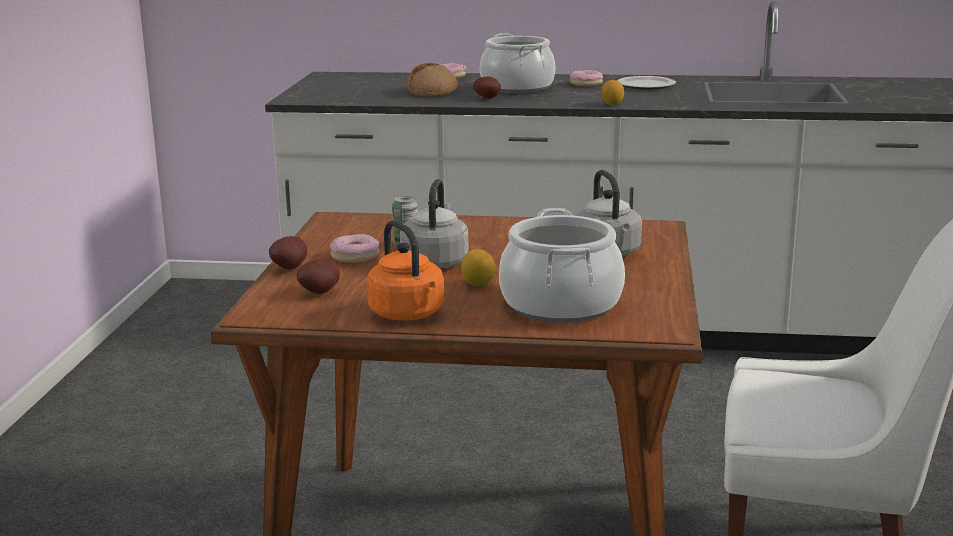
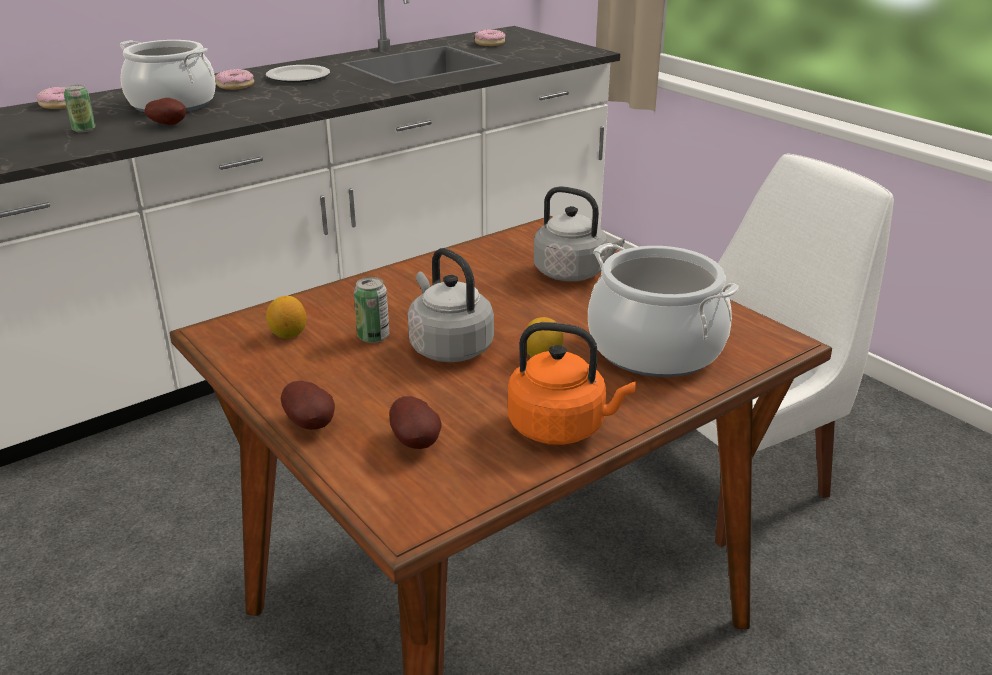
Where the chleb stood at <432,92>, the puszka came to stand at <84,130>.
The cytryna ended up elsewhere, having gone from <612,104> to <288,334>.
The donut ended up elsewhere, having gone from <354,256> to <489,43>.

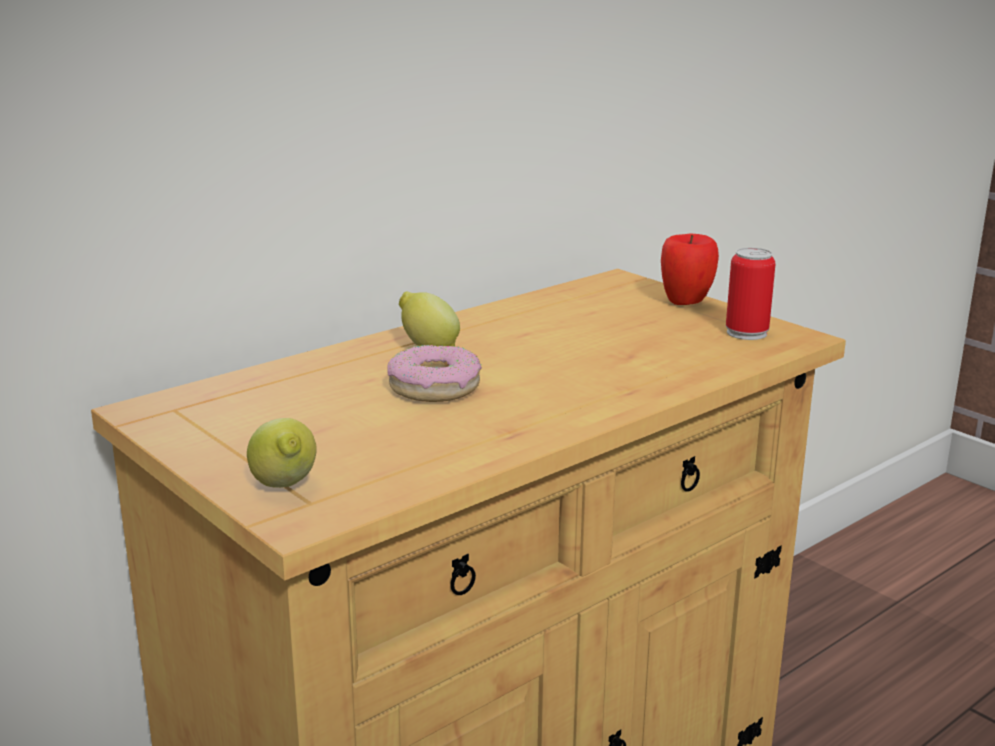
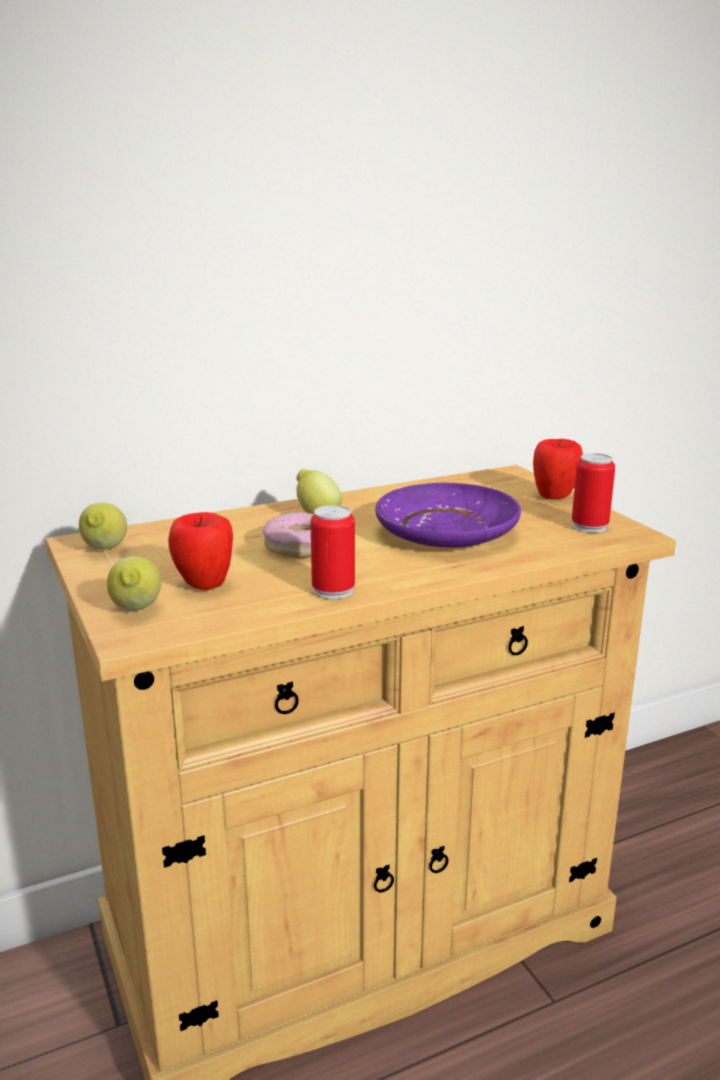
The second view gained the talerz (fioletowy) at <447,533>.
The second view gained the cytryna at <104,550>.
The second view gained the puszka at <333,590>.
The second view gained the jabłko at <204,586>.

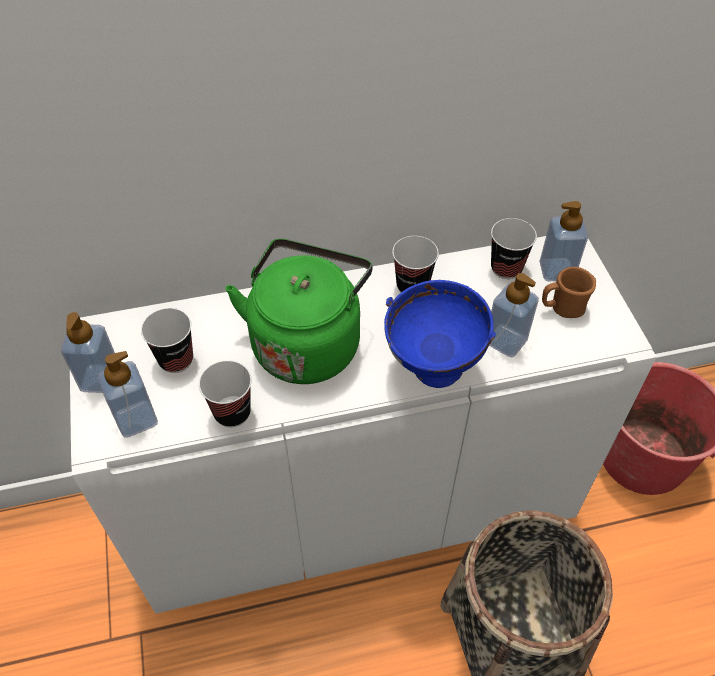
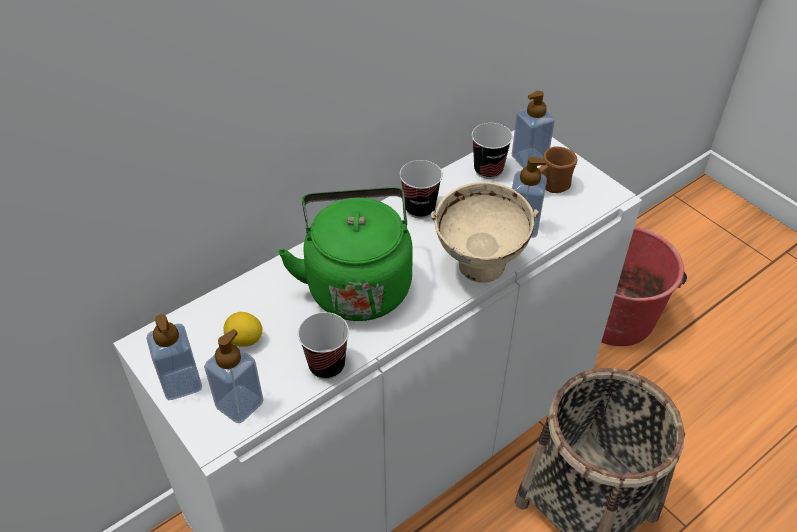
What was the miska (niebieski) at <434,372> turned into the miska (beżowy) at <480,271>.
Where the filiżanka stood at <176,359>, the cytryna came to stand at <245,340>.

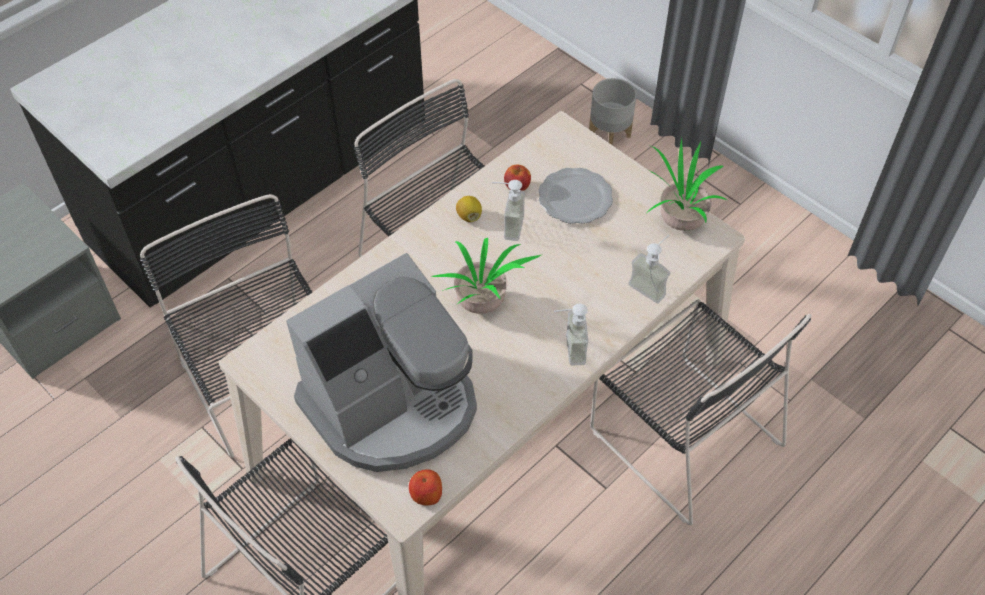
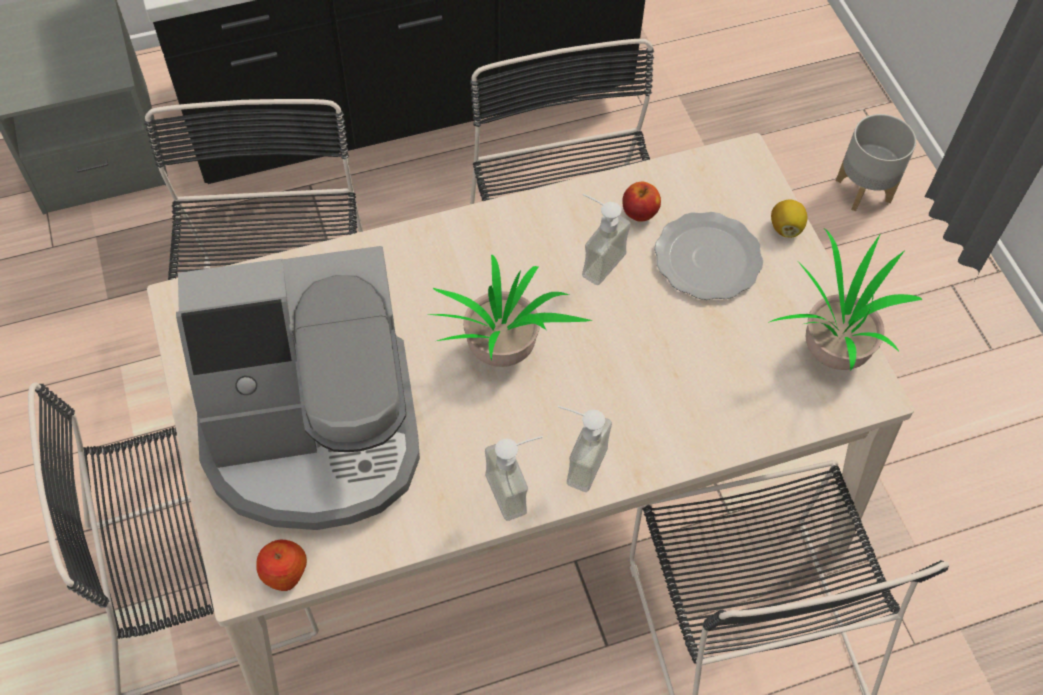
The cytryna ended up elsewhere, having gone from <469,216> to <786,228>.
The dozownik mydła ended up elsewhere, having gone from <651,285> to <517,489>.

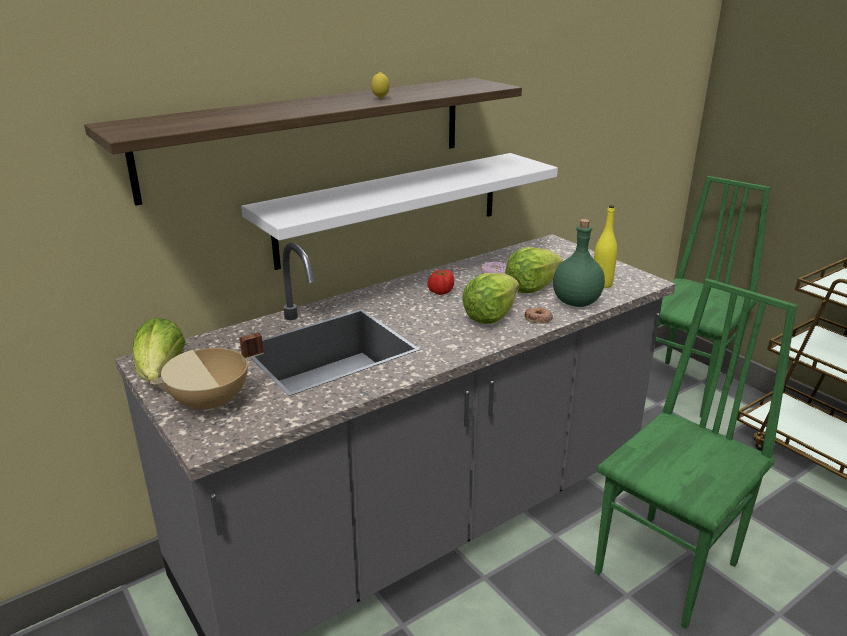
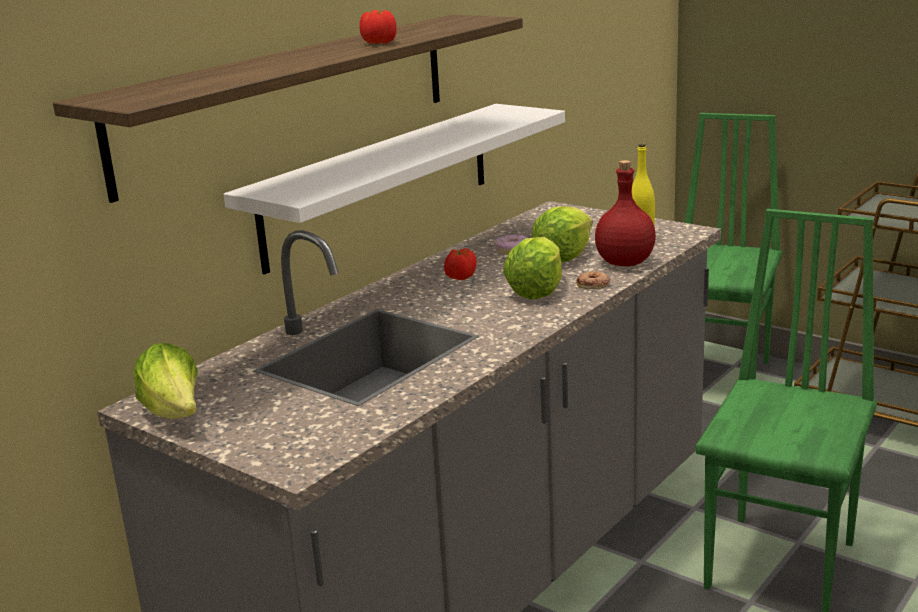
Where the cytryna stood at <380,99>, the pomidor came to stand at <379,43>.
What was the butelka (zielony) at <575,302> turned into the butelka (czerwony) at <624,262>.
The second view lost the garnek (beżowy) at <211,404>.

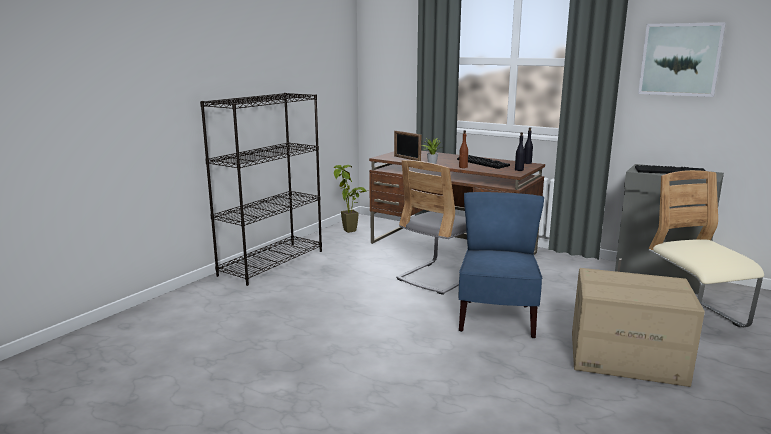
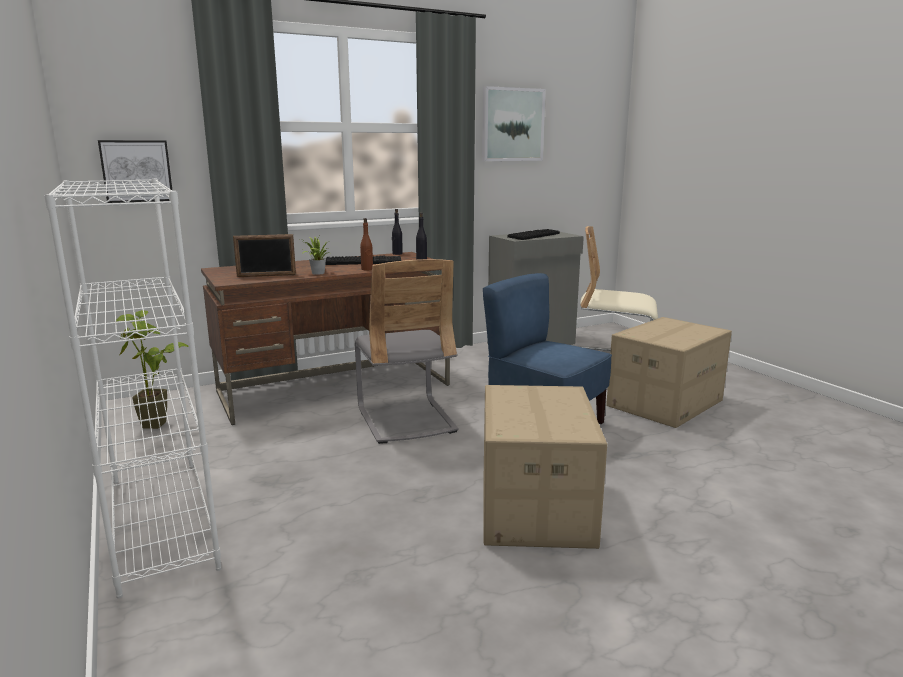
What was the regał (czarny) at <272,262> turned into the regał (biały) at <160,520>.
The second view gained the obraz at <136,171>.
The second view gained the karton at <534,506>.

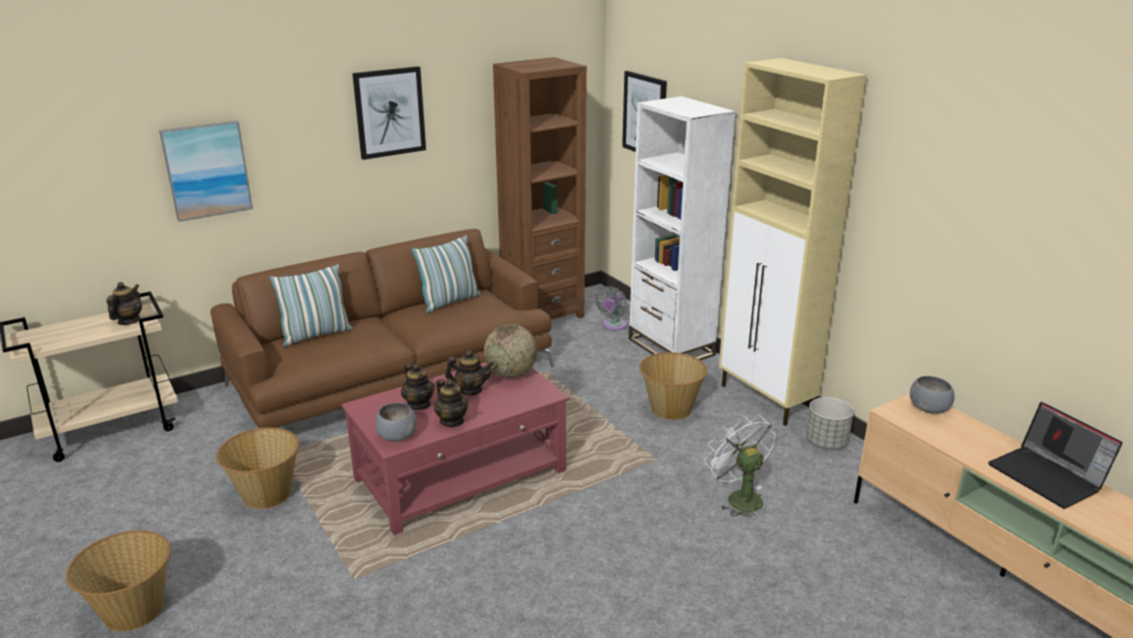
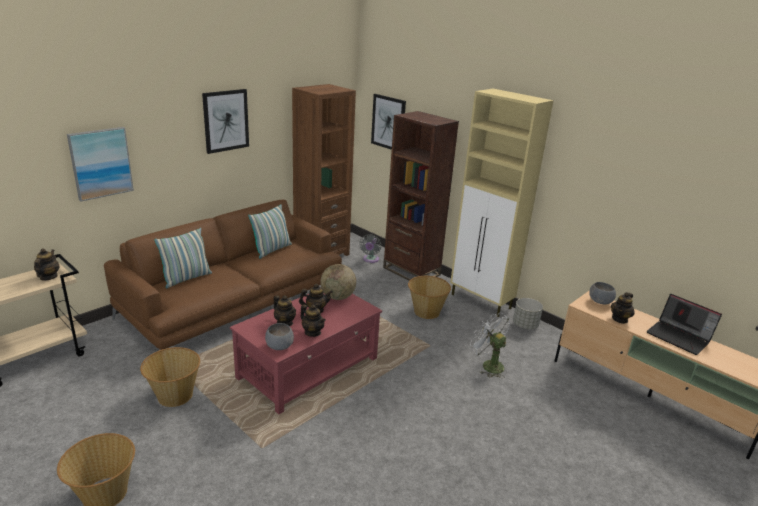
What was the regał (biały) at <671,347> turned into the regał (brązowy) at <411,271>.
The second view gained the imbryk at <620,319>.

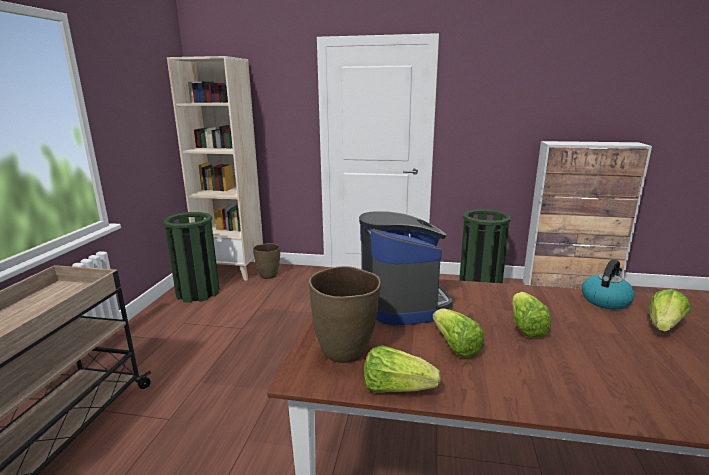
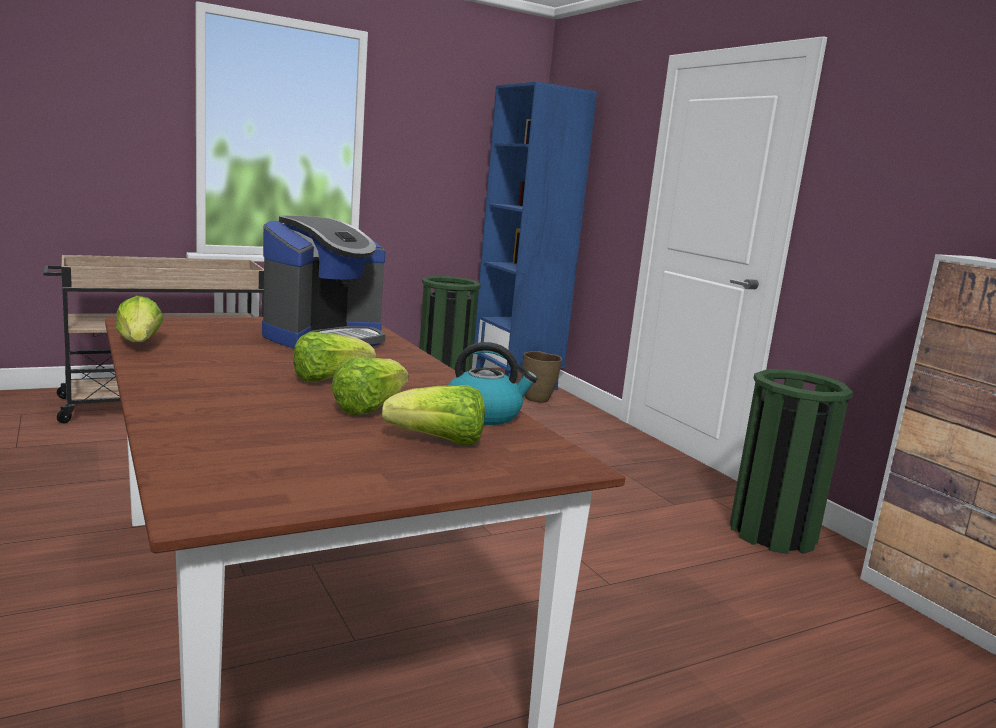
What was the regał (beżowy) at <232,270> turned into the regał (niebieski) at <516,382>.
The second view lost the wazon (brązowy) at <345,351>.
The sałata ended up elsewhere, having gone from <455,346> to <369,408>.

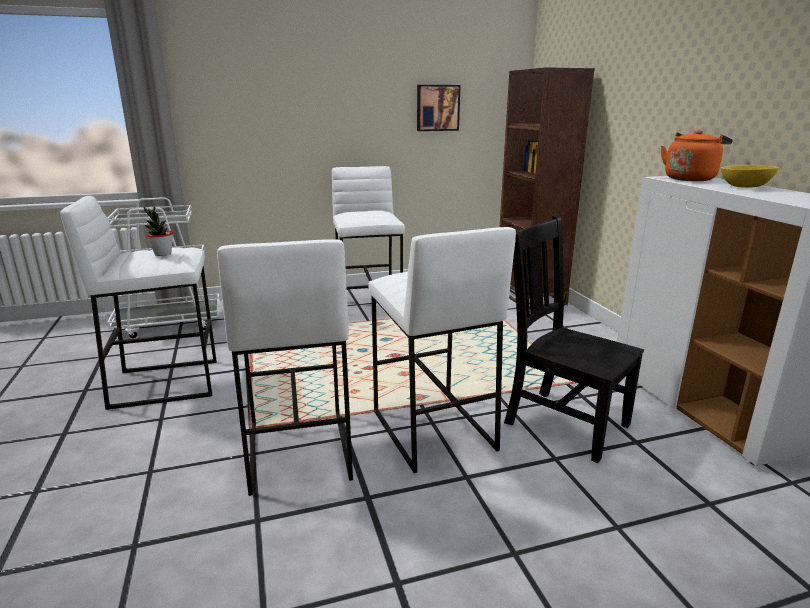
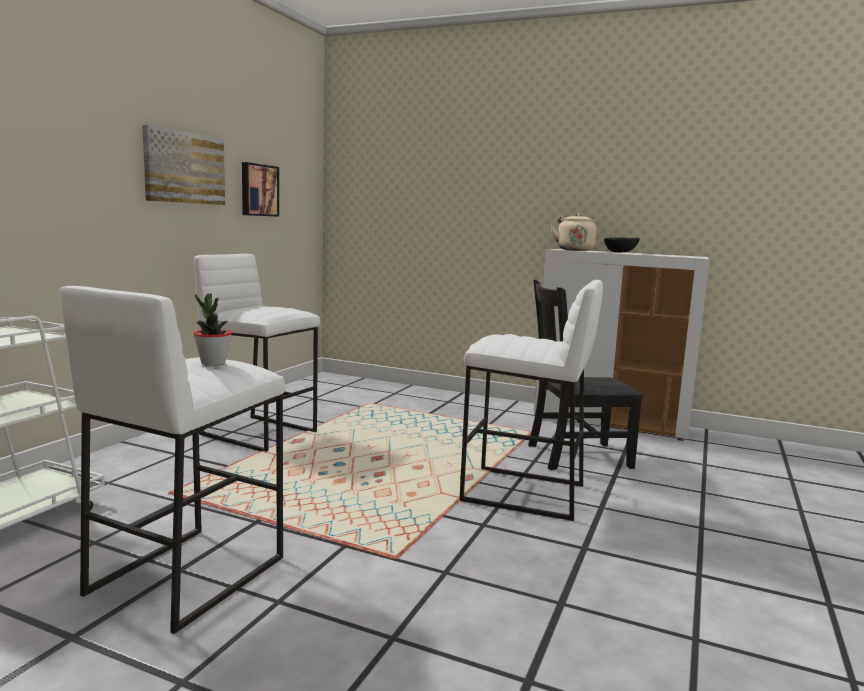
The second view lost the regał (brązowy) at <529,296>.
What was the czajnik (pomarańczowy) at <690,179> turned into the czajnik (beżowy) at <574,250>.
What was the miska (żółty) at <746,187> turned into the miska (czarny) at <620,252>.
The second view lost the stołek (biały) at <297,450>.
The second view gained the obraz at <184,168>.

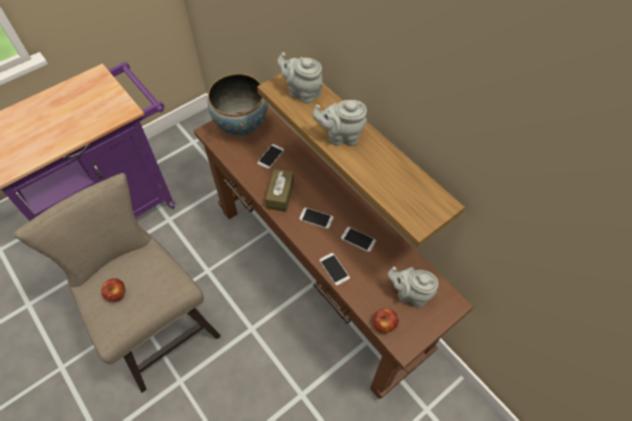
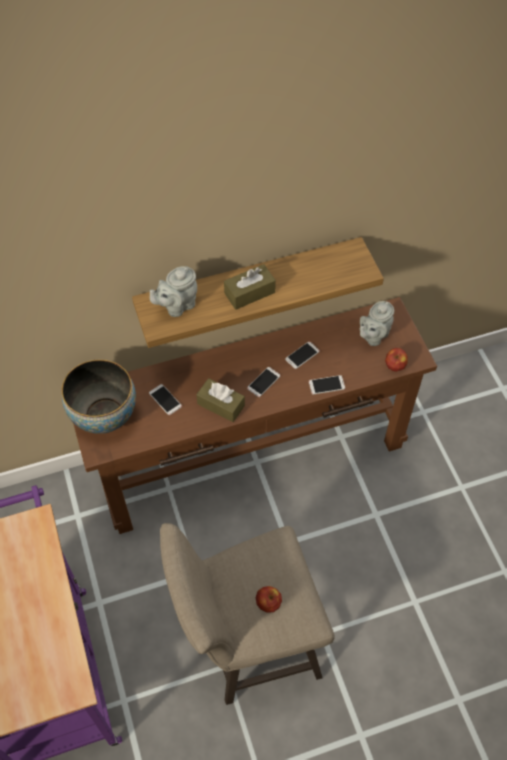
Where the imbryk (szary) stood at <341,136>, the pudełko chusteczek (brązowy) came to stand at <249,293>.

